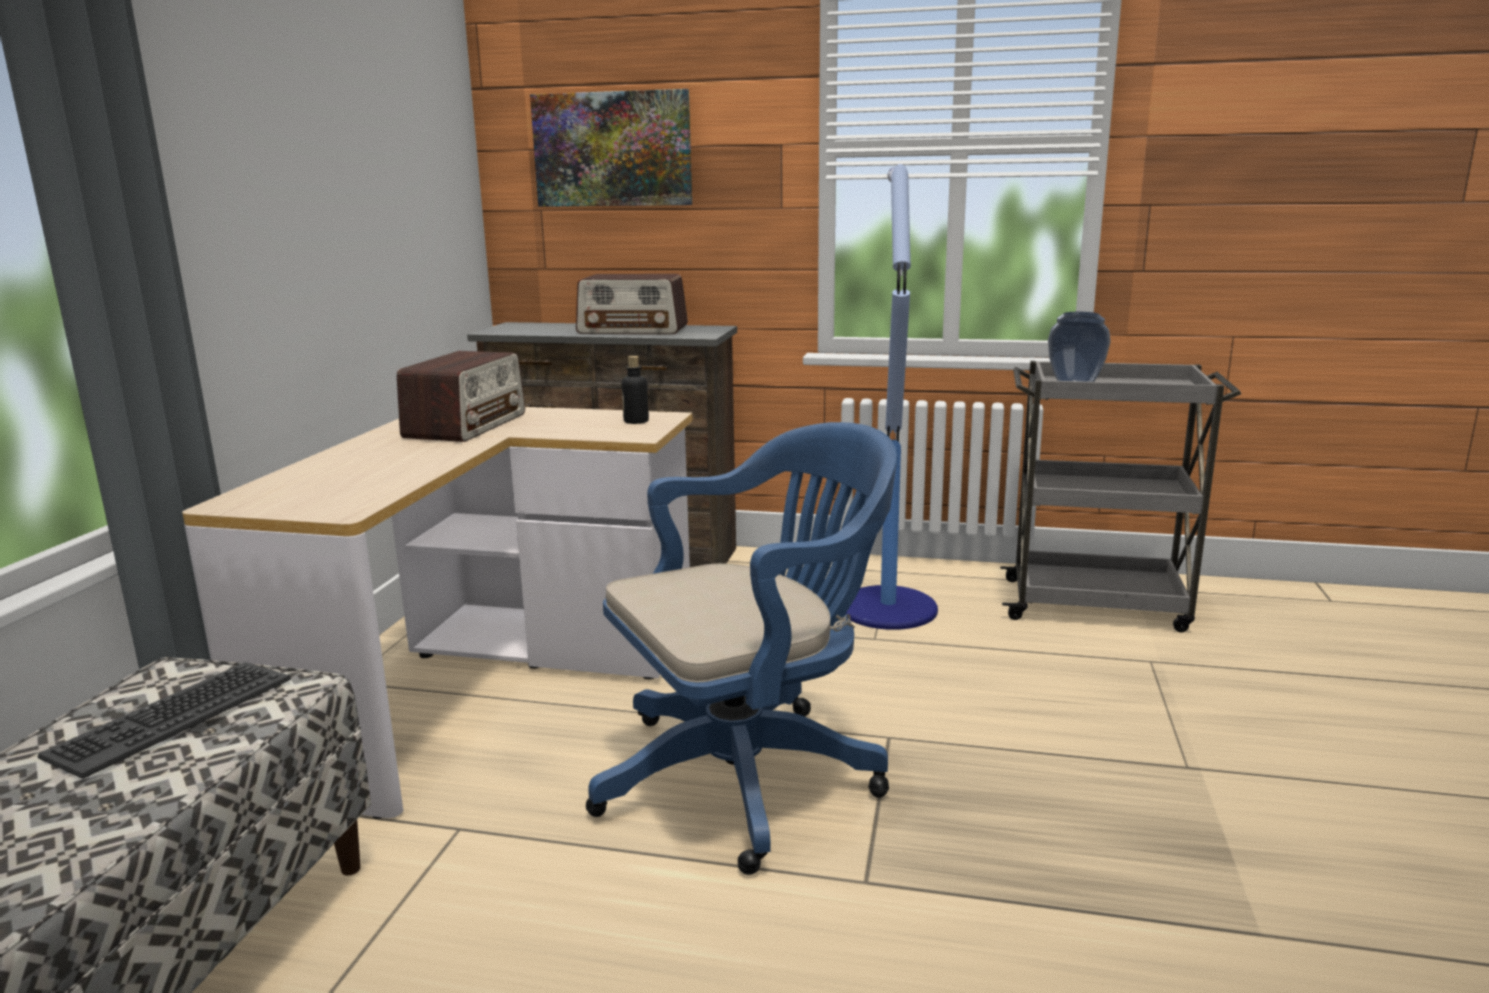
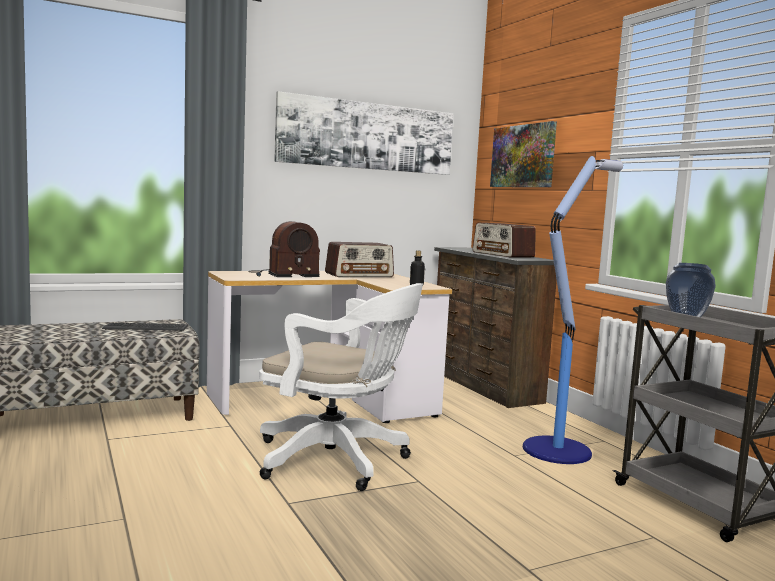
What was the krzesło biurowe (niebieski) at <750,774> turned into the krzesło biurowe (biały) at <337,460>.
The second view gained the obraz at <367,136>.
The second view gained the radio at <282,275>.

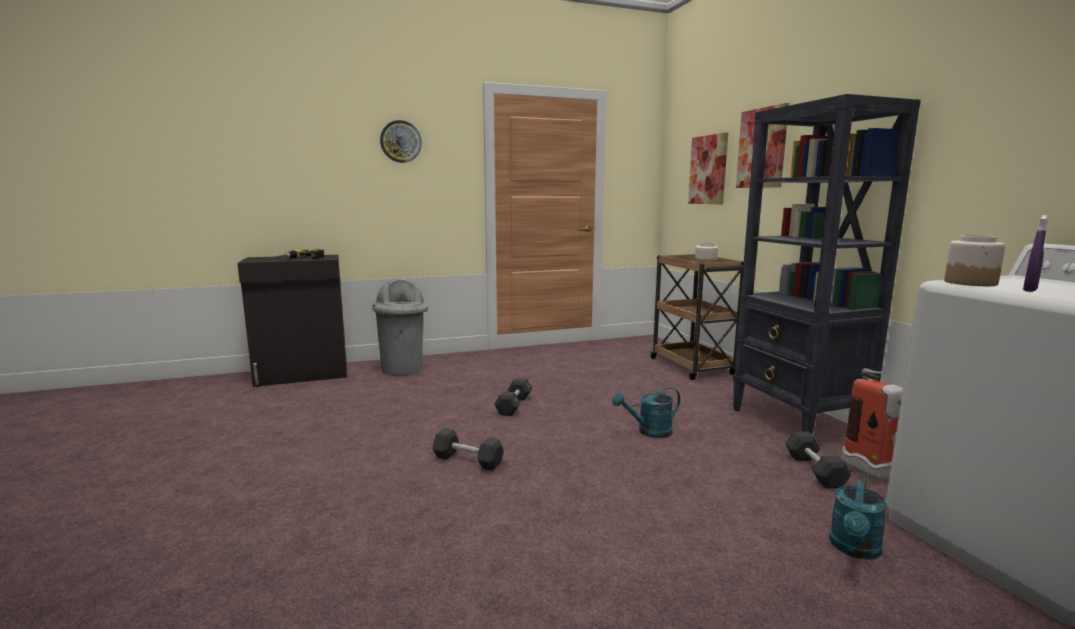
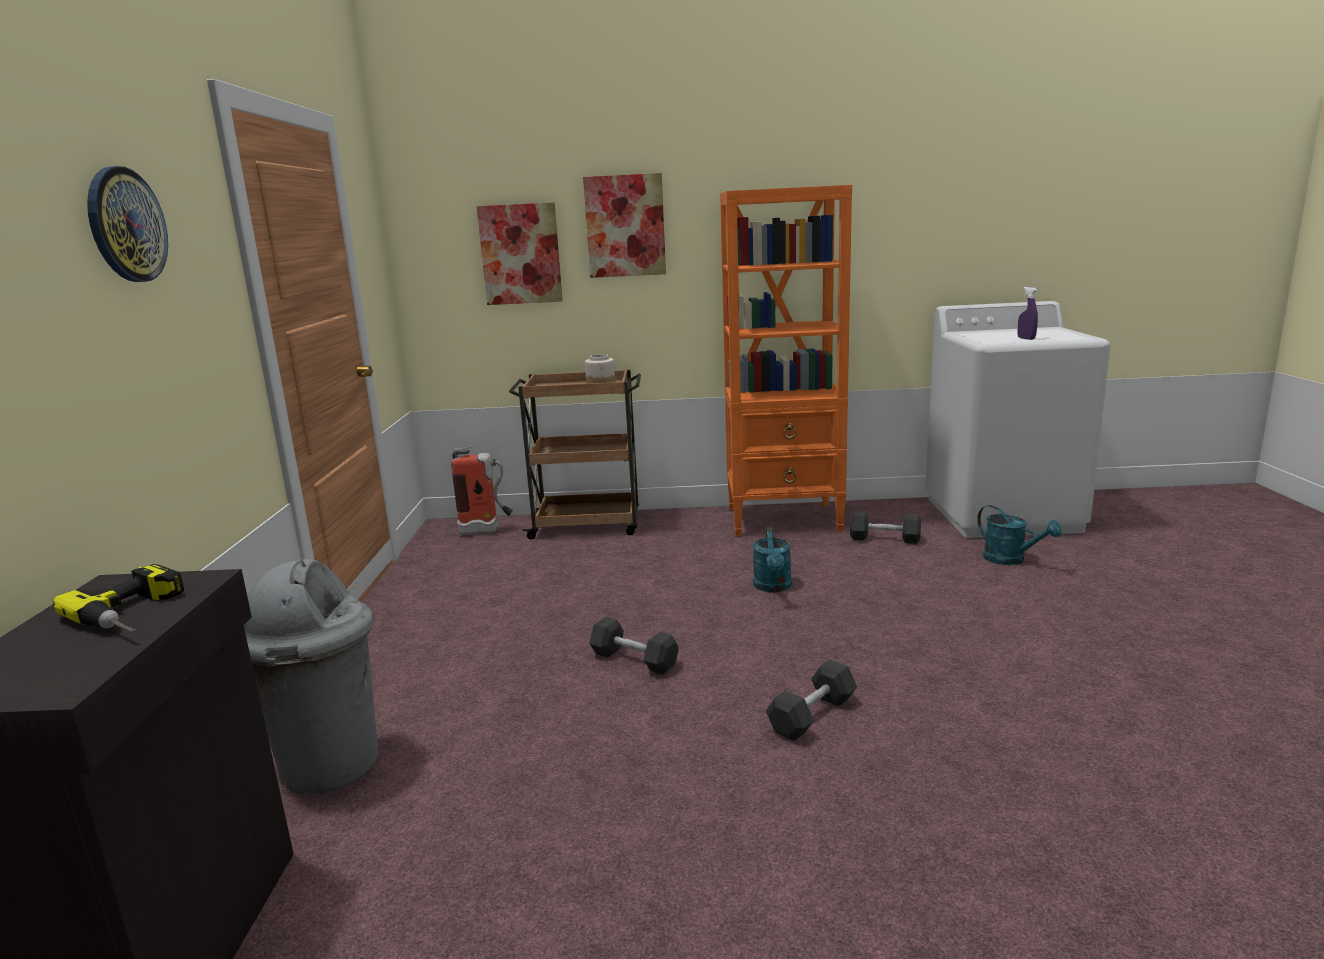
What was the regał (czarny) at <797,423> turned into the regał (pomarańczowy) at <785,519>.
The second view lost the słoik at <971,283>.
The gaśnica ended up elsewhere, having gone from <875,475> to <487,531>.

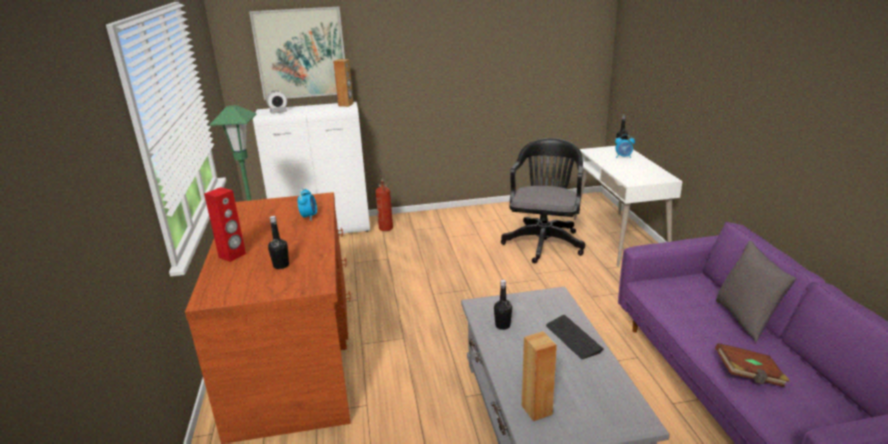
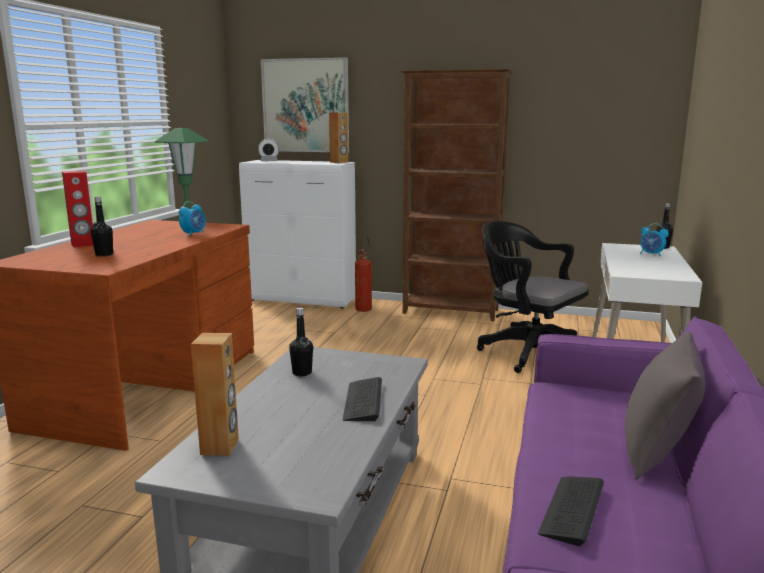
The krzesło biurowe (czarny) at <544,242> ended up facing another way, 90 degrees counterclockwise from before.
Where the książka (brązowy) stood at <749,375>, the klawiatura came to stand at <572,509>.
The second view gained the regał (brązowy) at <451,312>.

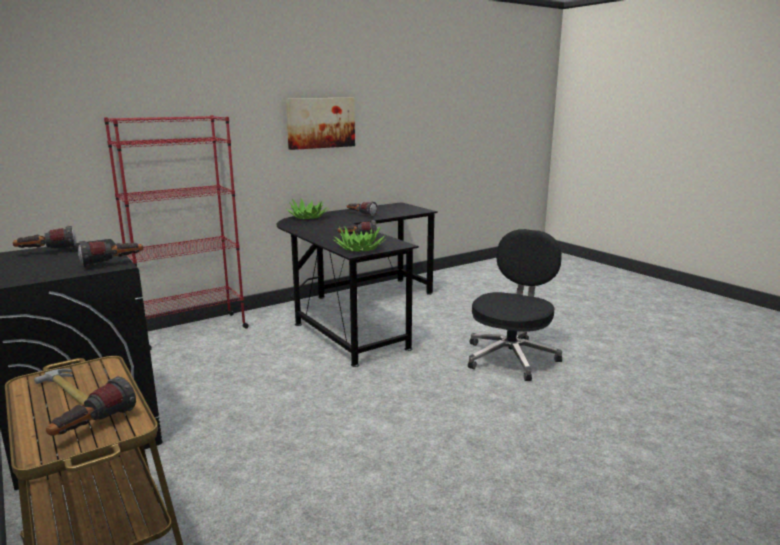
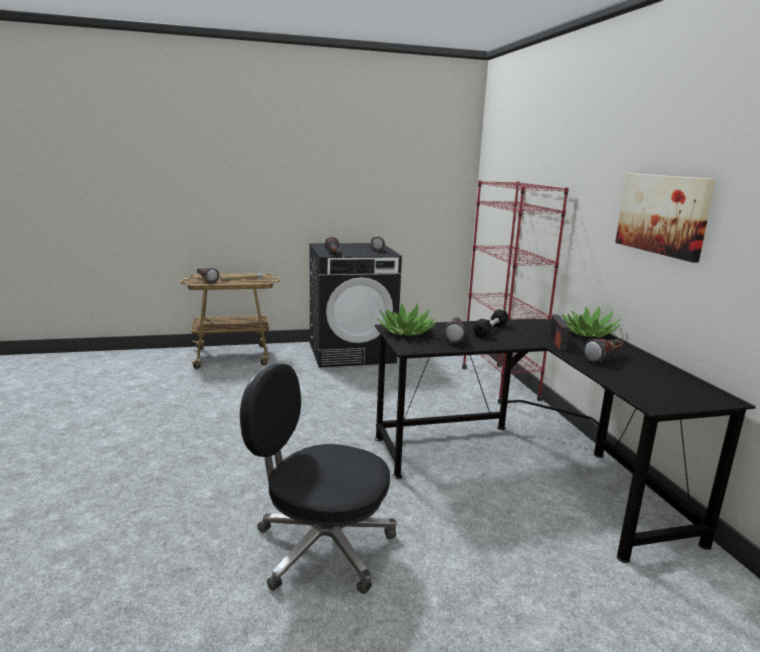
The krzesło biurowe (czarny) at <511,357> ended up facing another way, 150 degrees clockwise from before.
The second view gained the hantel (czarny) at <490,330>.
The second view gained the radio at <558,342>.

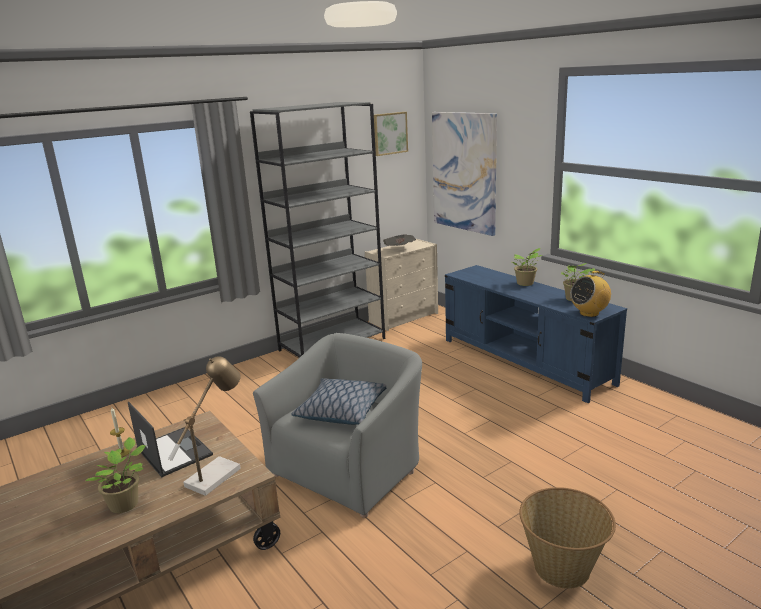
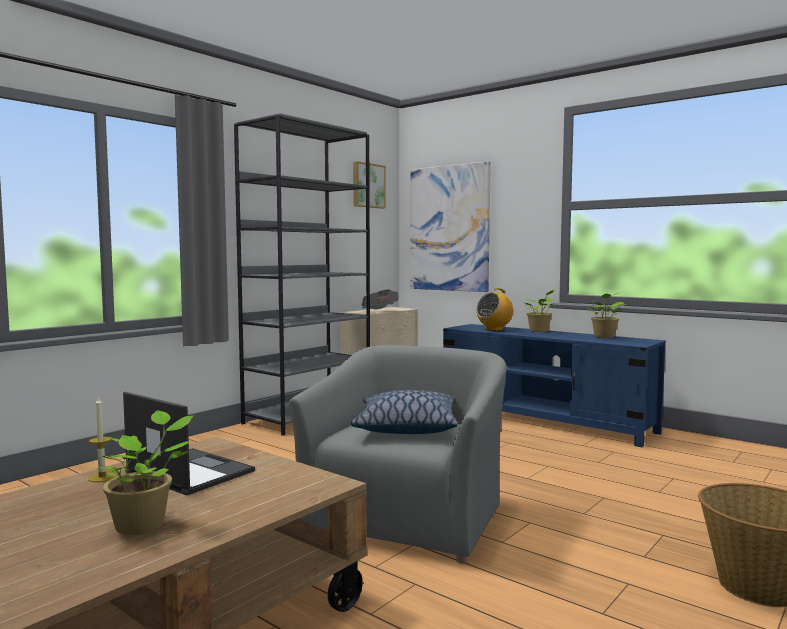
The radio ended up elsewhere, having gone from <589,313> to <494,329>.
The second view lost the lampa stołowa at <217,473>.

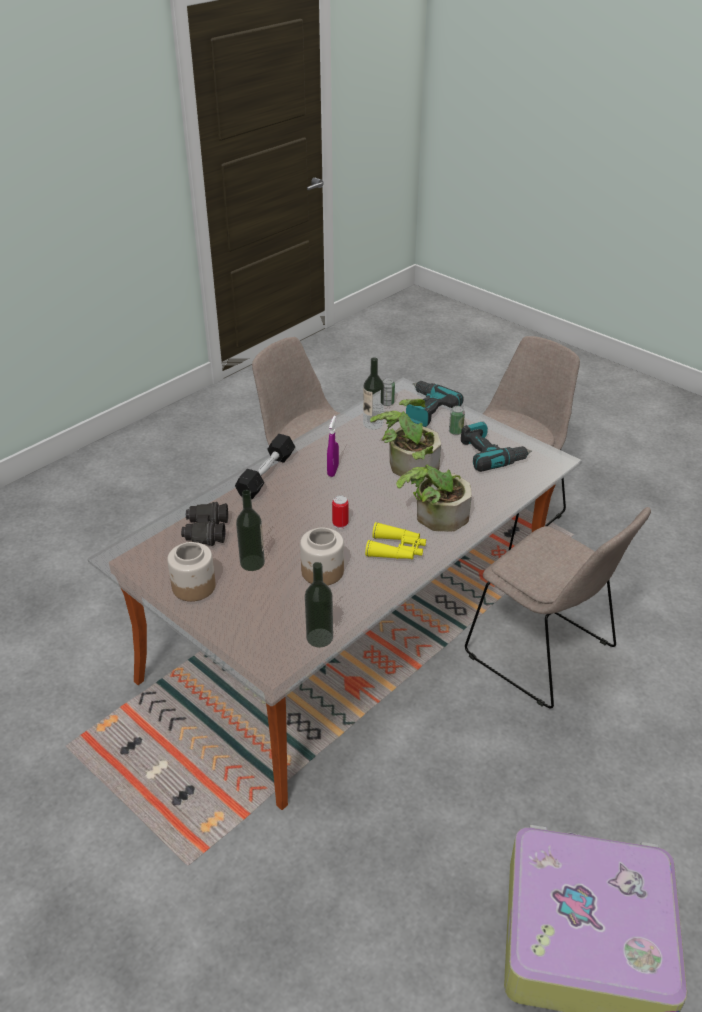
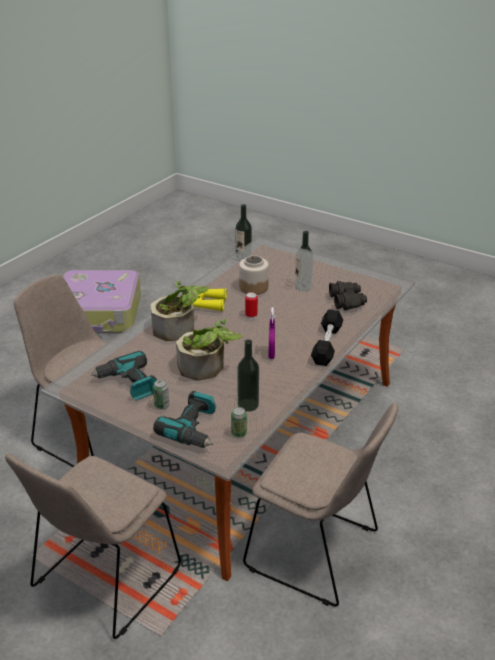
The second view lost the słoik at <193,587>.

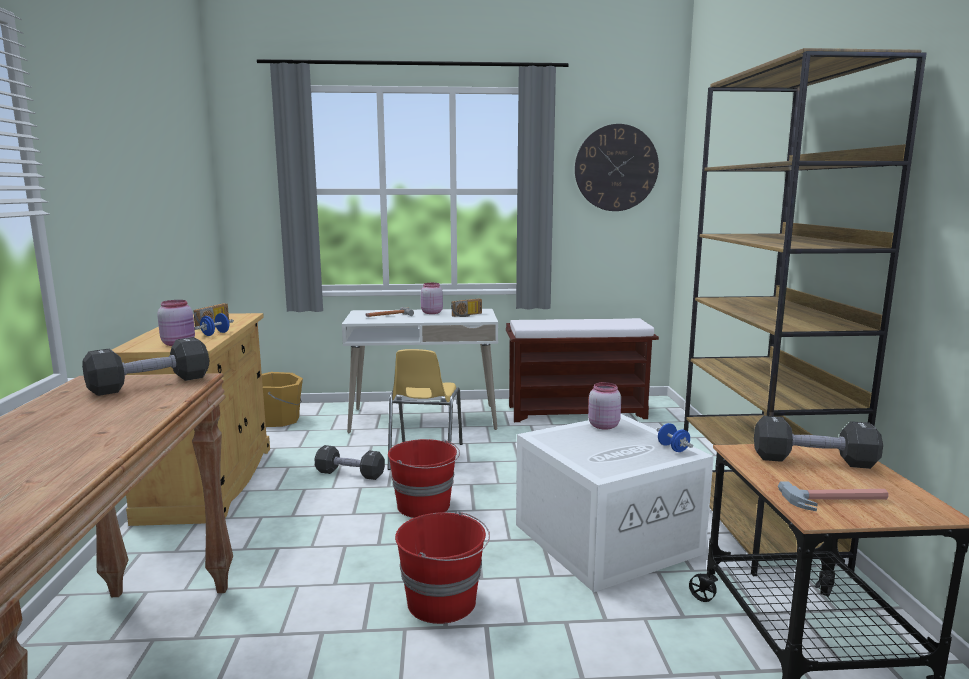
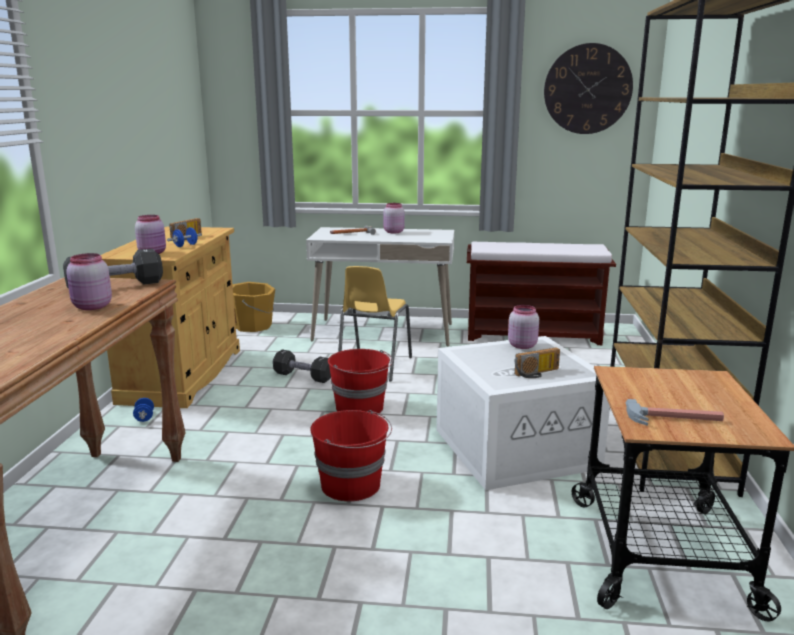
The radio ended up elsewhere, having gone from <467,315> to <537,373>.
The second view lost the hantel (czarny) at <813,461>.
The hantel (niebieski) ended up elsewhere, having gone from <673,448> to <144,418>.
The second view gained the słoik (różowy) at <91,307>.

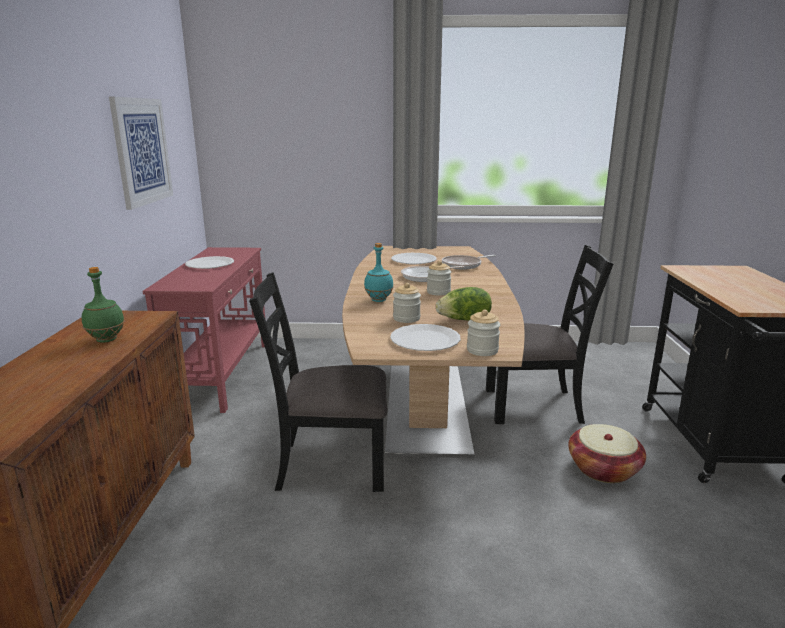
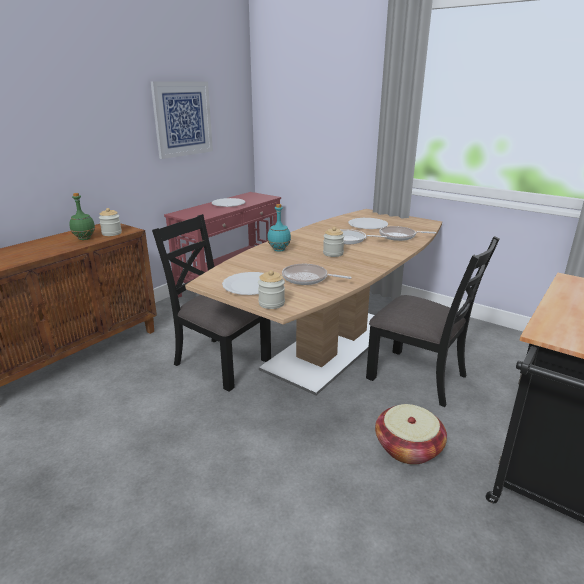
The słoik ended up elsewhere, having gone from <406,318> to <112,233>.
Where the sałata stood at <465,319>, the patelnia came to stand at <307,278>.

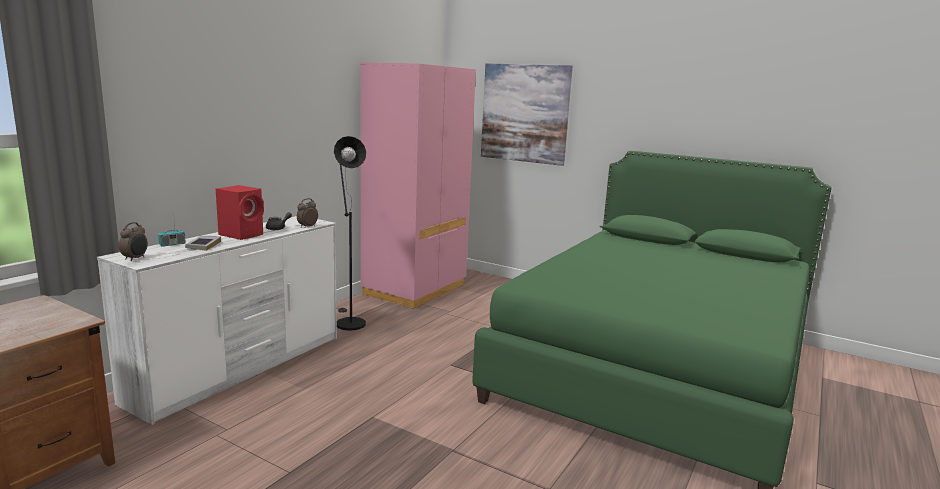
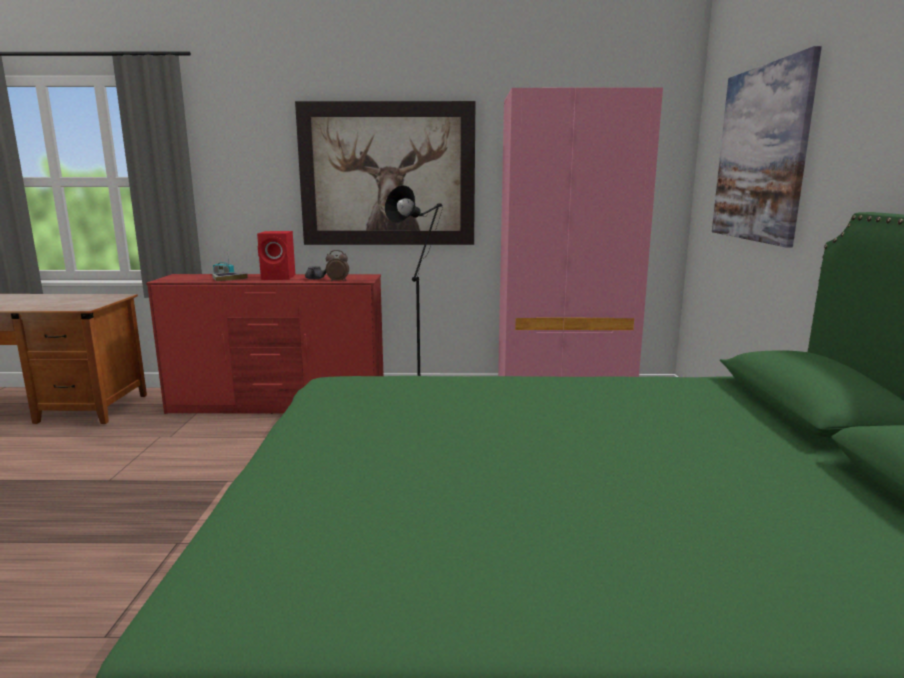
What was the komoda (biały) at <242,368> turned into the komoda (czerwony) at <278,405>.
The second view lost the budzik at <135,258>.
The second view gained the obraz at <387,175>.

